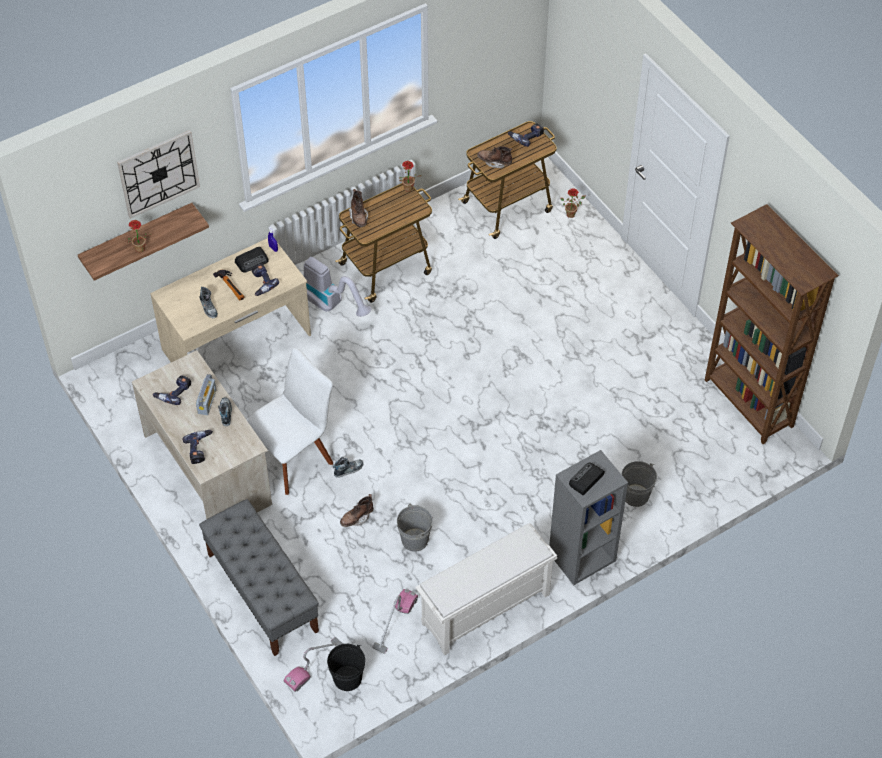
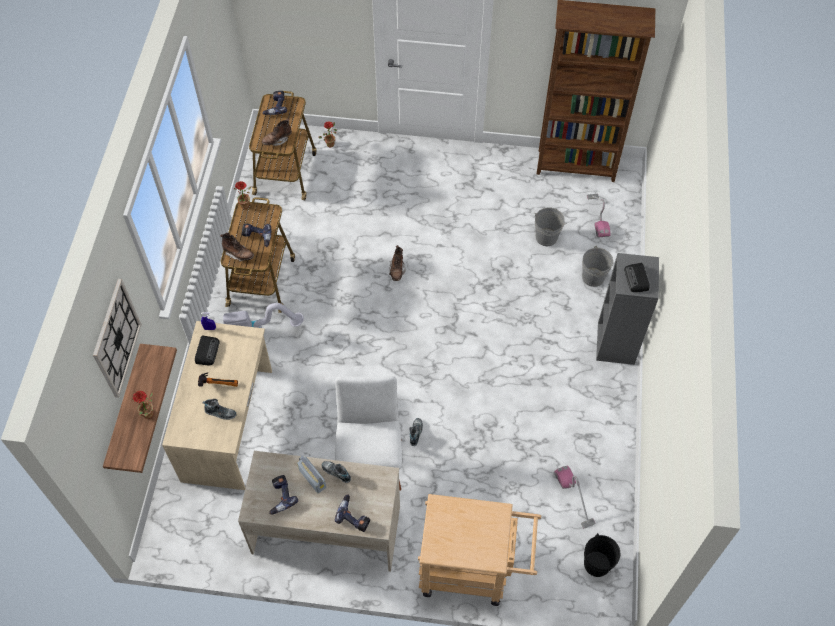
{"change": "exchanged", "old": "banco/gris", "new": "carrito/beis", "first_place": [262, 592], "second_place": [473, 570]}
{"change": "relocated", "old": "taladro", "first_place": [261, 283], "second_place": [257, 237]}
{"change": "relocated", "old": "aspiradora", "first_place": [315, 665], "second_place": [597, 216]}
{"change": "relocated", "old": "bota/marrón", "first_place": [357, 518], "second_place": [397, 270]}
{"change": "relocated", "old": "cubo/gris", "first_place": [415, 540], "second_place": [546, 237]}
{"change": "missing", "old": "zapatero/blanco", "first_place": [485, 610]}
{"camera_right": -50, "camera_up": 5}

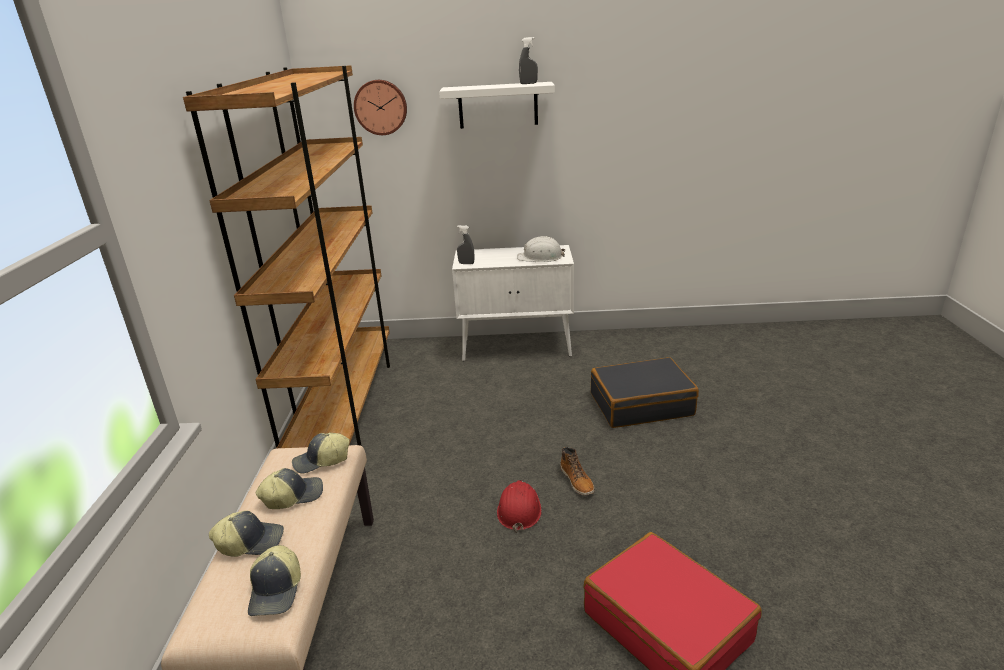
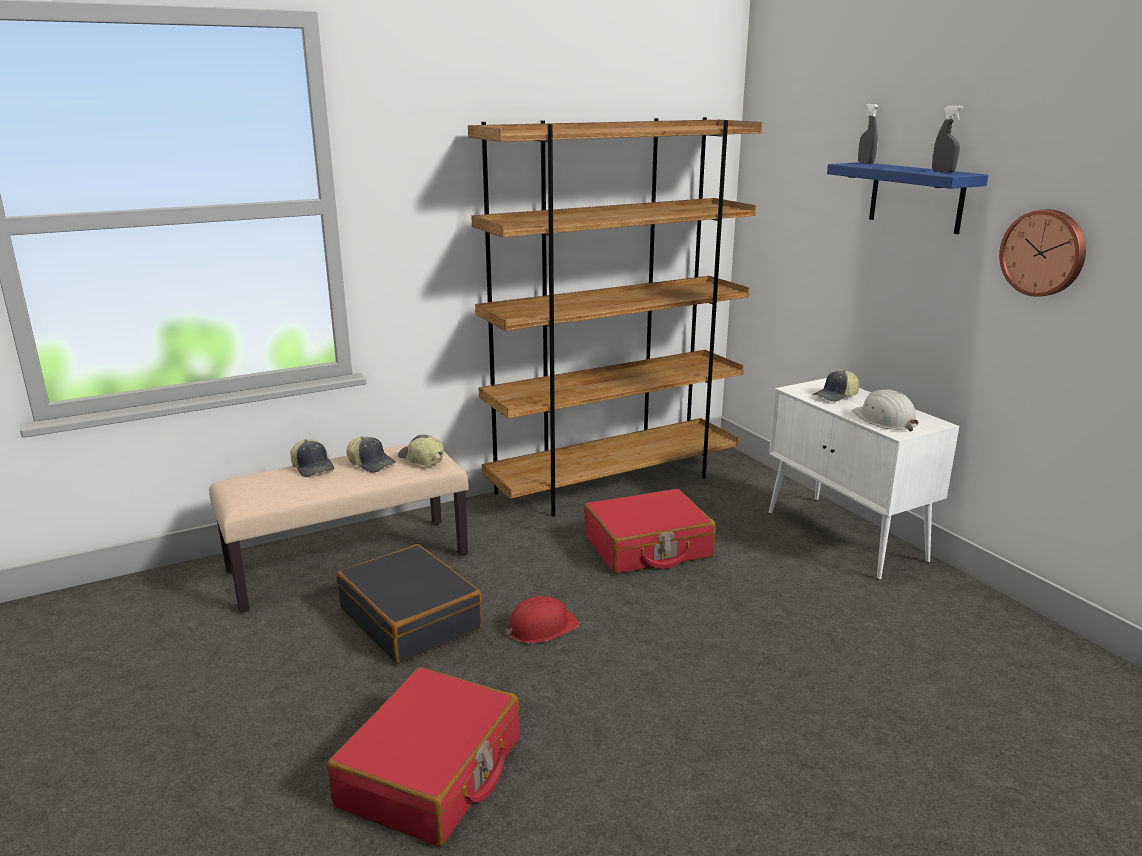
{"change": "relocated", "old": "gorra", "first_place": [277, 590], "second_place": [836, 396]}
{"change": "relocated", "old": "reloj de pared", "first_place": [381, 107], "second_place": [1044, 252]}
{"change": "colour", "old": "estante/blanco", "new": "estante/azul", "first_place": [498, 105], "second_place": [916, 197]}
{"change": "relocated", "old": "pulverizador/gris", "first_place": [466, 263], "second_place": [865, 163]}
{"change": "missing", "old": "bota", "first_place": [577, 481]}
{"change": "relocated", "old": "maleta/negro", "first_place": [641, 404], "second_place": [411, 619]}
{"change": "appeared", "new": "maleta/rojo", "second_place": [647, 547]}
{"camera_right": 60, "camera_up": -5}

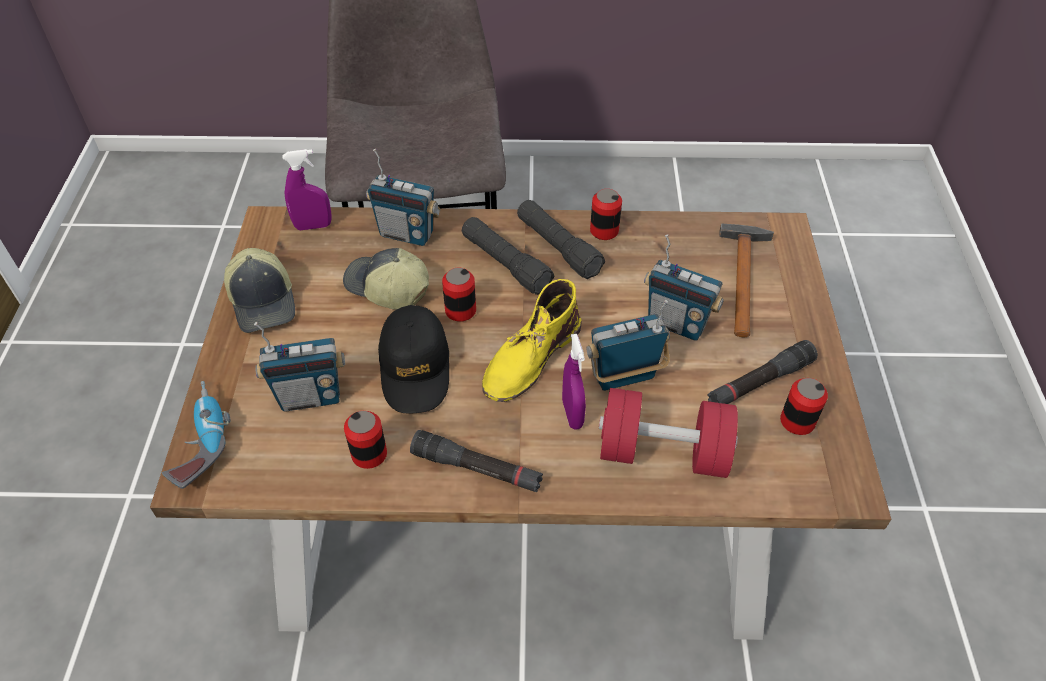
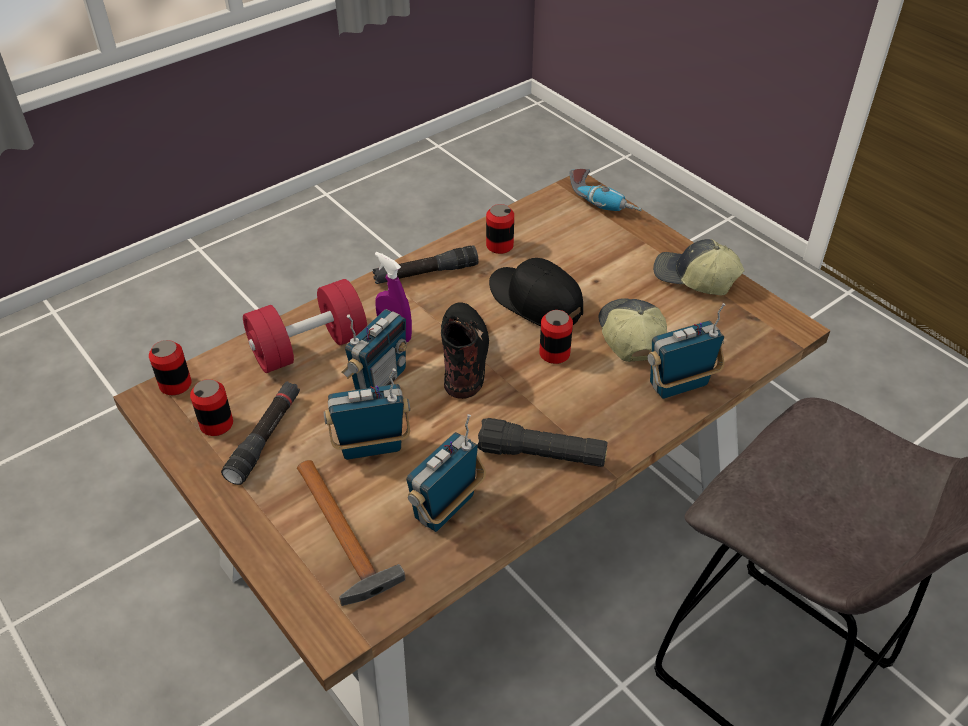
{"change": "relocated", "old": "radio", "first_place": [310, 397], "second_place": [446, 508]}
{"change": "missing", "old": "pulverizador/morado", "first_place": [313, 226]}
{"change": "spun", "old": "gorra", "first_place": [387, 288], "second_place": [629, 336], "degrees": -90}
{"change": "missing", "old": "linterna/negro", "first_place": [505, 264]}
{"change": "colour", "old": "bota/amarillo", "new": "bota/negro", "first_place": [530, 357], "second_place": [463, 352]}
{"change": "relocated", "old": "lata", "first_place": [604, 231], "second_place": [175, 384]}
{"camera_right": 140, "camera_up": -5}

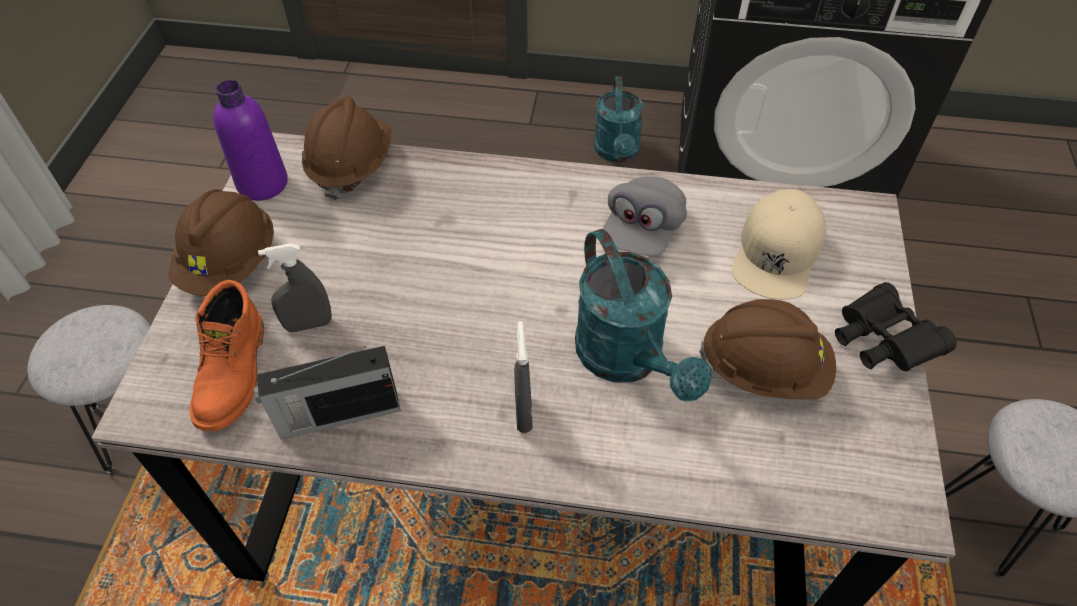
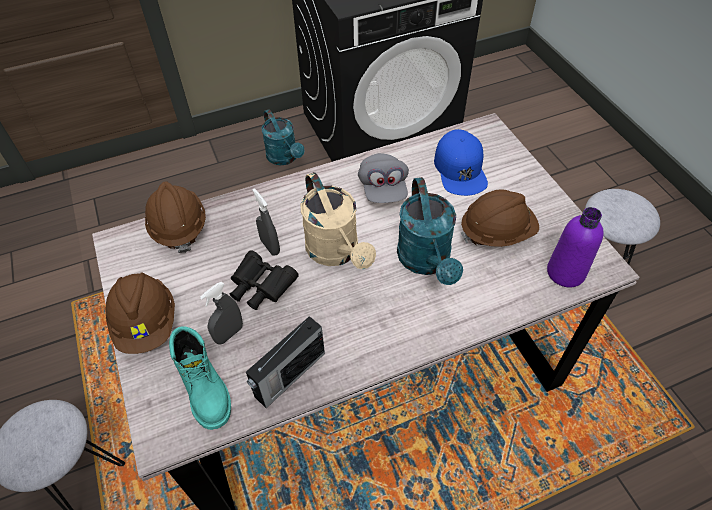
{"change": "colour", "old": "bota/naranja", "new": "bota/turquesa", "first_place": [235, 374], "second_place": [205, 387]}
{"change": "relocated", "old": "botella/morado", "first_place": [262, 183], "second_place": [565, 272]}
{"change": "relocated", "old": "pulverizador/gris", "first_place": [523, 413], "second_place": [270, 246]}
{"change": "spun", "old": "regadera/turquesa", "first_place": [627, 359], "second_place": [427, 261], "degrees": 45}
{"change": "colour", "old": "gorra/beis", "new": "gorra/azul", "first_place": [777, 253], "second_place": [460, 169]}
{"change": "relocated", "old": "prismáticos/negro", "first_place": [880, 342], "second_place": [261, 288]}
{"change": "appeared", "new": "regadera/beis", "second_place": [337, 252]}
{"camera_right": -30, "camera_up": 0}

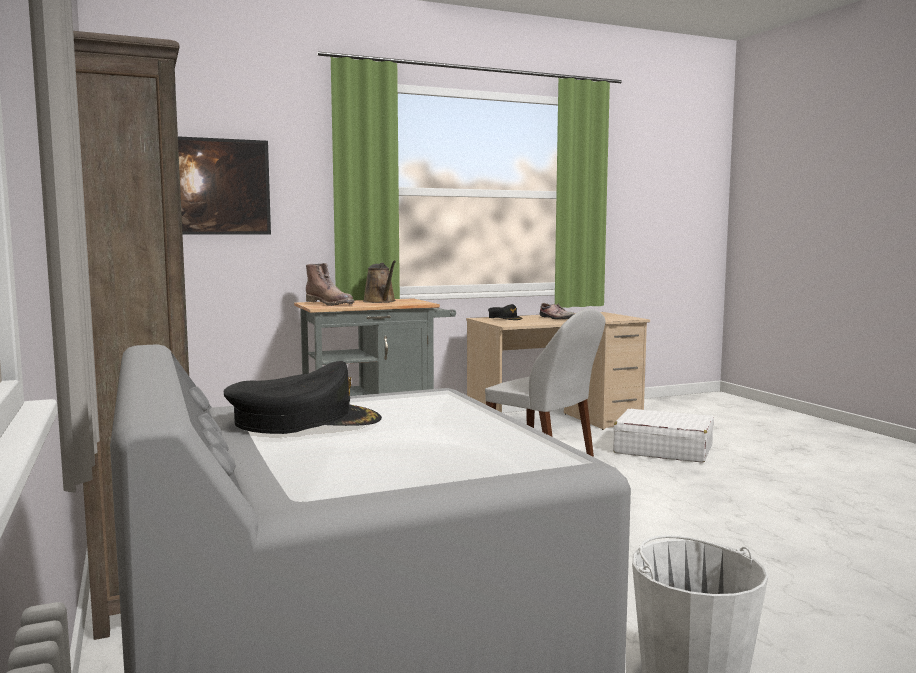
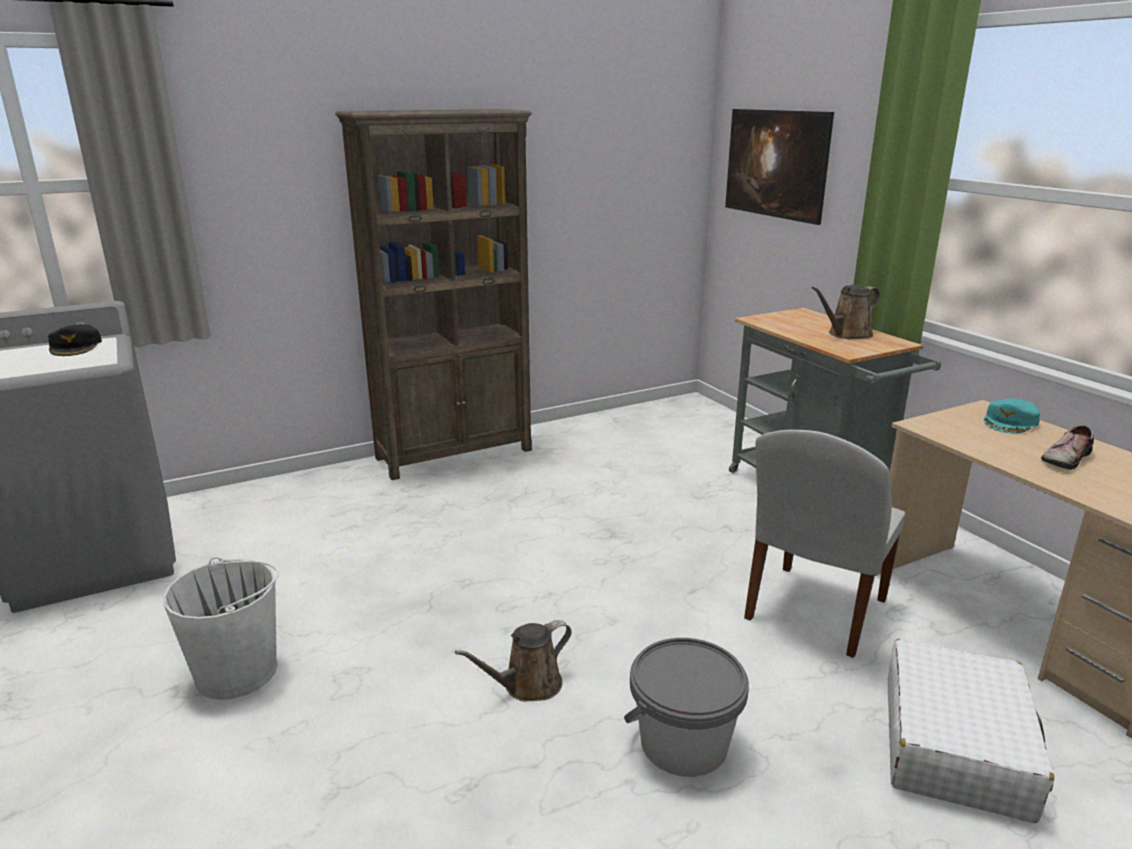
{"change": "missing", "old": "bota/marrón", "first_place": [331, 304]}
{"change": "colour", "old": "gorra/negro", "new": "gorra/turquesa", "first_place": [505, 318], "second_place": [1010, 422]}
{"change": "appeared", "new": "regadera/marrón", "second_place": [527, 685]}
{"change": "appeared", "new": "cubo/gris", "second_place": [683, 743]}
{"camera_right": 85, "camera_up": 15}

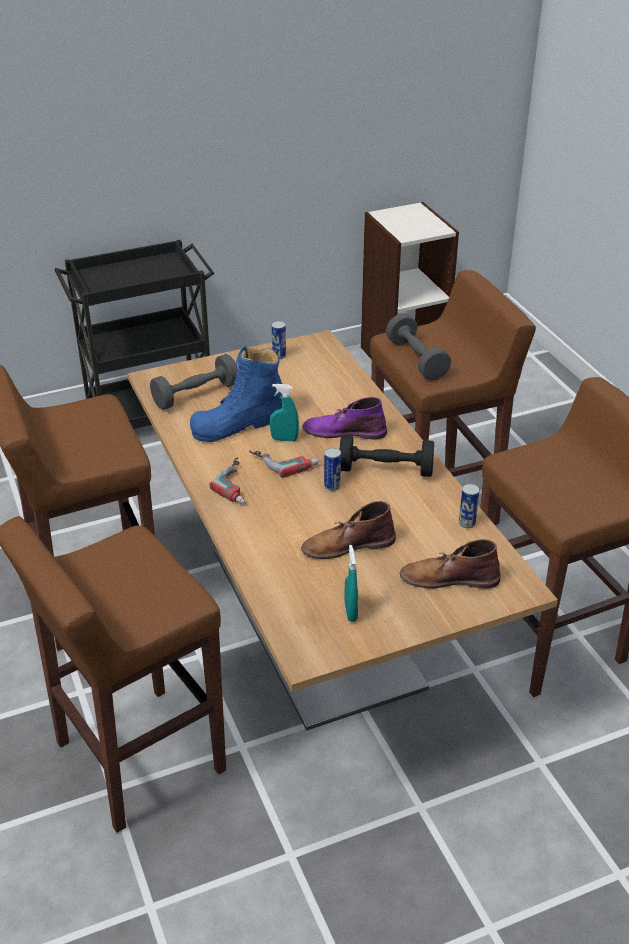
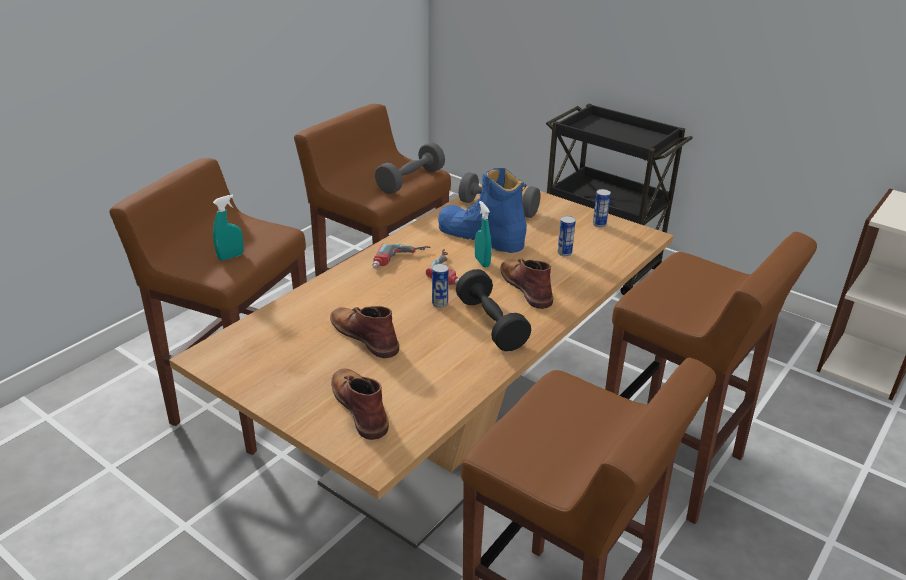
{"change": "colour", "old": "bota/morado", "new": "bota/marrón", "first_place": [344, 431], "second_place": [526, 286]}
{"change": "relocated", "old": "pulverizador/turquesa", "first_place": [350, 612], "second_place": [231, 257]}
{"change": "relocated", "old": "mancuerna/gris", "first_place": [416, 360], "second_place": [410, 181]}
{"change": "relocated", "old": "lata", "first_place": [467, 523], "second_place": [564, 253]}
{"camera_right": 60, "camera_up": -5}

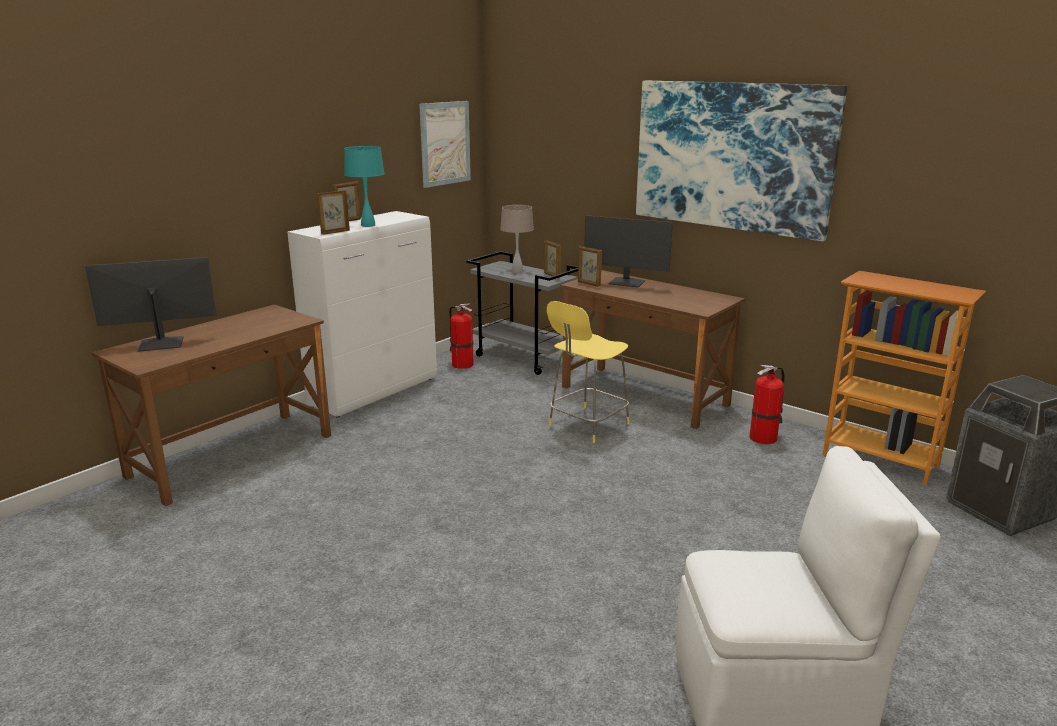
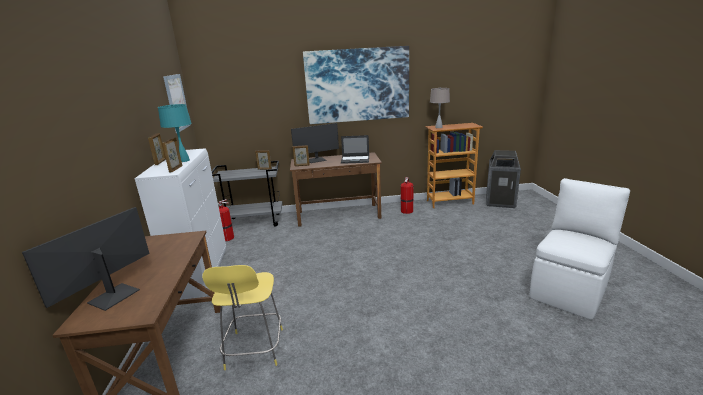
{"change": "relocated", "old": "lámpara de mesa/beis", "first_place": [517, 271], "second_place": [438, 127]}
{"change": "relocated", "old": "taburete/amarillo", "first_place": [587, 425], "second_place": [254, 350]}
{"change": "appeared", "new": "portátil", "second_place": [355, 160]}
{"camera_right": -45, "camera_up": 0}

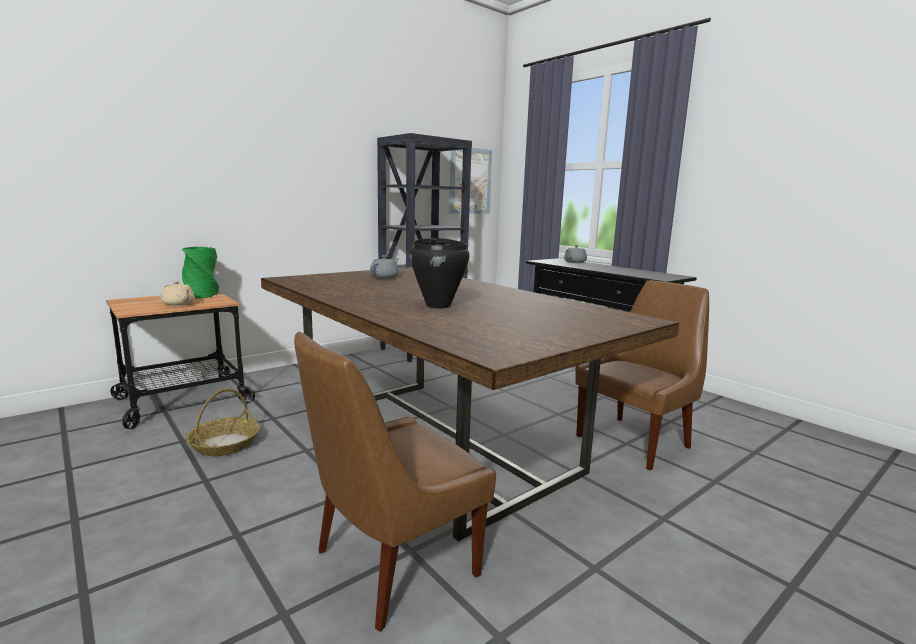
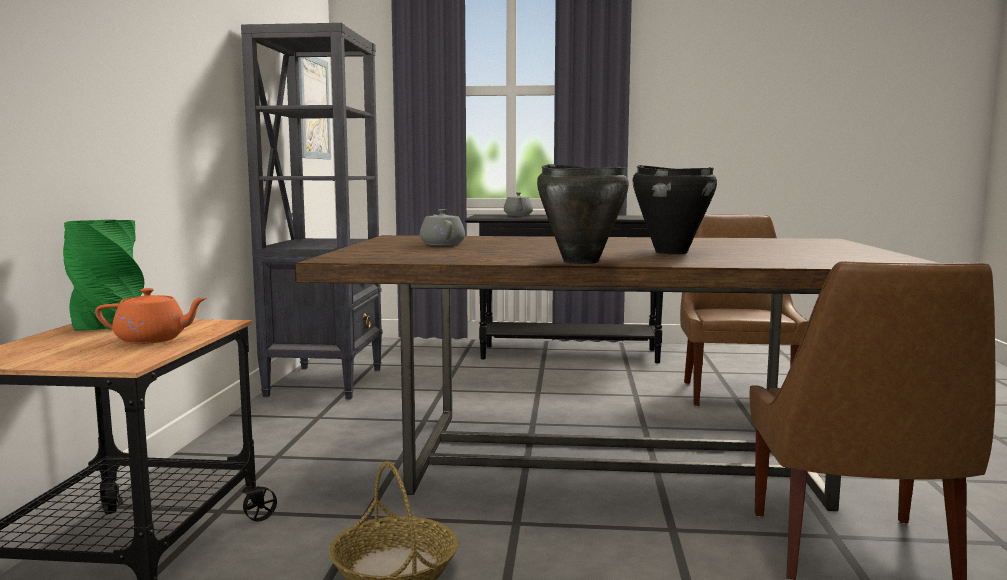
{"change": "colour", "old": "tetera/beis", "new": "tetera/naranja", "first_place": [179, 304], "second_place": [153, 339]}
{"change": "appeared", "new": "olla/negro", "second_place": [581, 261]}
{"camera_right": -45, "camera_up": -5}

